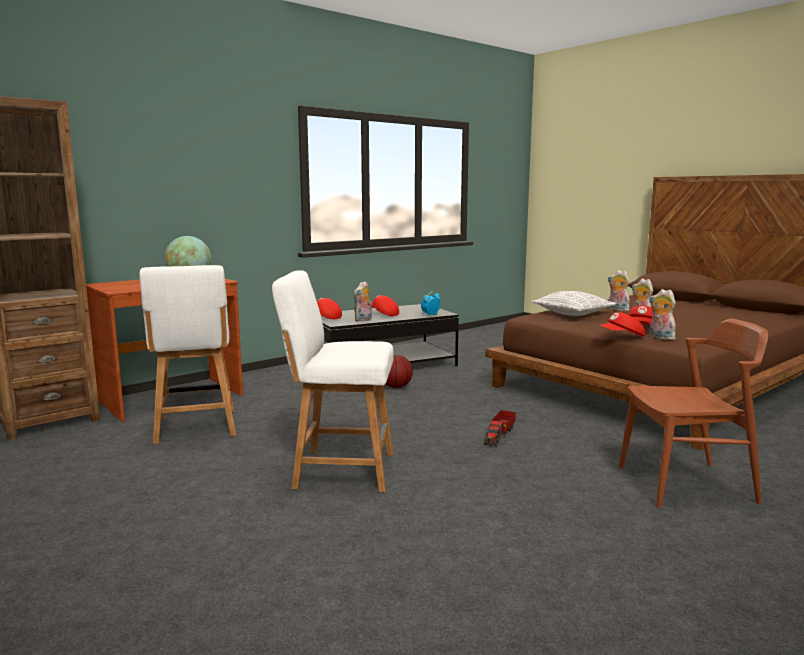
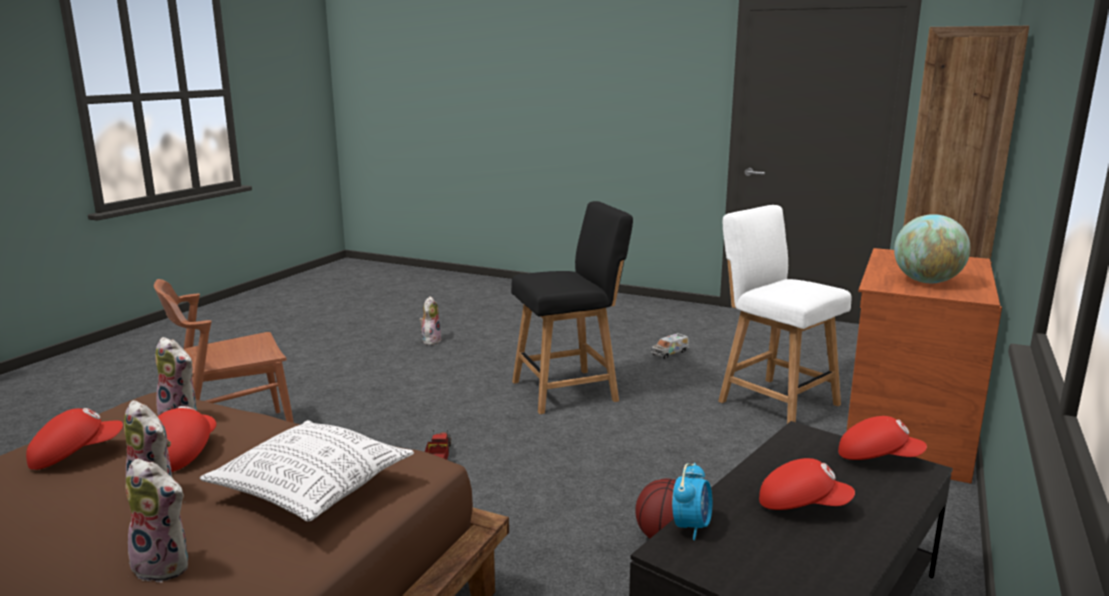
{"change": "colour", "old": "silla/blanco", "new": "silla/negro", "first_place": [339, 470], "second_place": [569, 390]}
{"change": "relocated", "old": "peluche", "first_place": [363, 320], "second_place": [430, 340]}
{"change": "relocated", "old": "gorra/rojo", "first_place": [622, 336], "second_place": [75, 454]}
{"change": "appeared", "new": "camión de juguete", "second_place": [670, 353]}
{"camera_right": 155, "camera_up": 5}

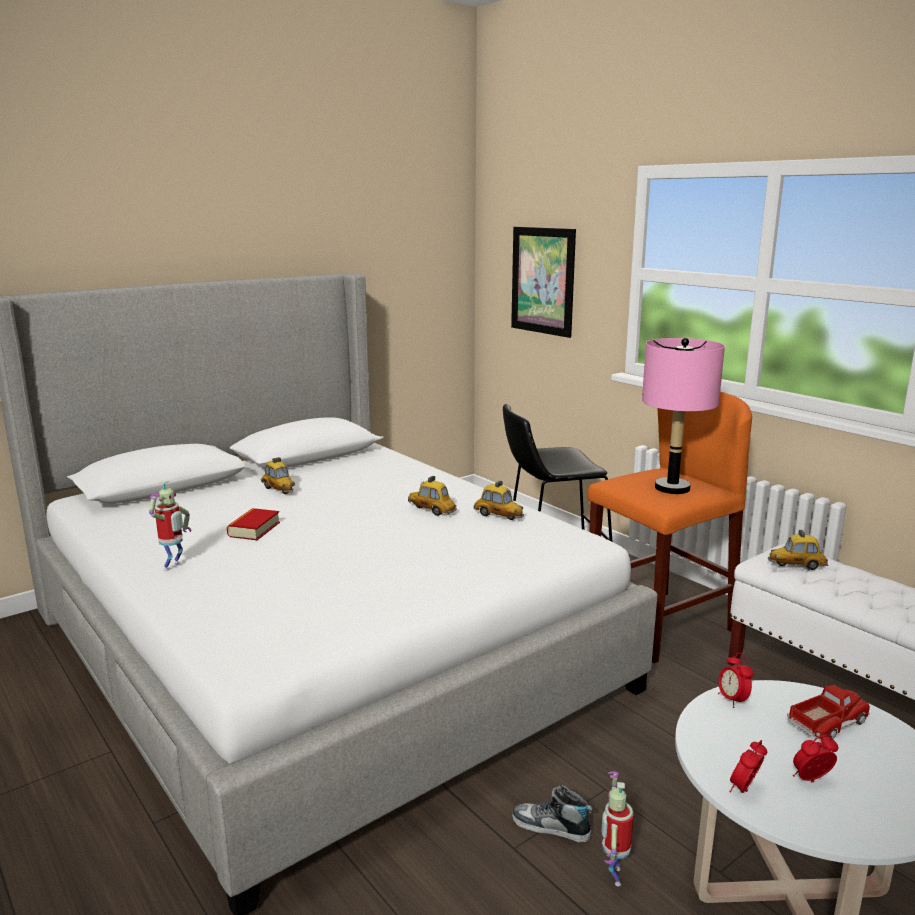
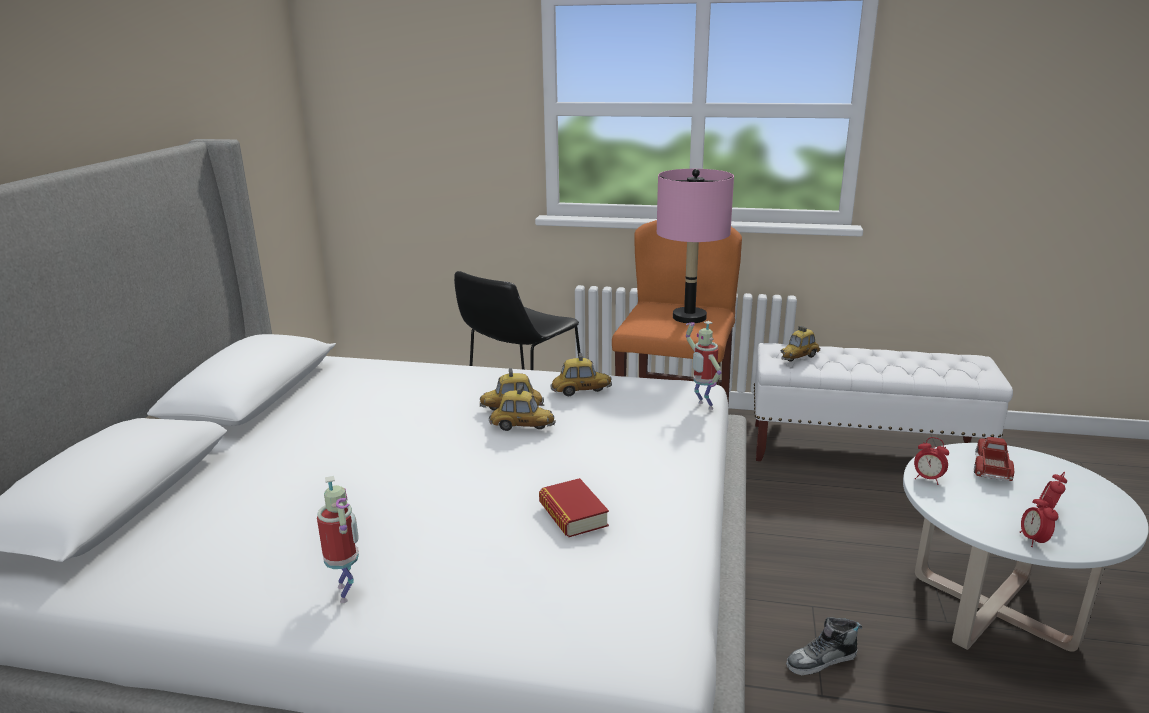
{"change": "relocated", "old": "libro", "first_place": [254, 529], "second_place": [573, 514]}
{"change": "relocated", "old": "coche de juguete", "first_place": [279, 490], "second_place": [522, 427]}
{"change": "missing", "old": "cuadro", "first_place": [542, 281]}
{"change": "relocated", "old": "robot de juguete", "first_place": [613, 875], "second_place": [702, 406]}
{"camera_right": -40, "camera_up": 5}

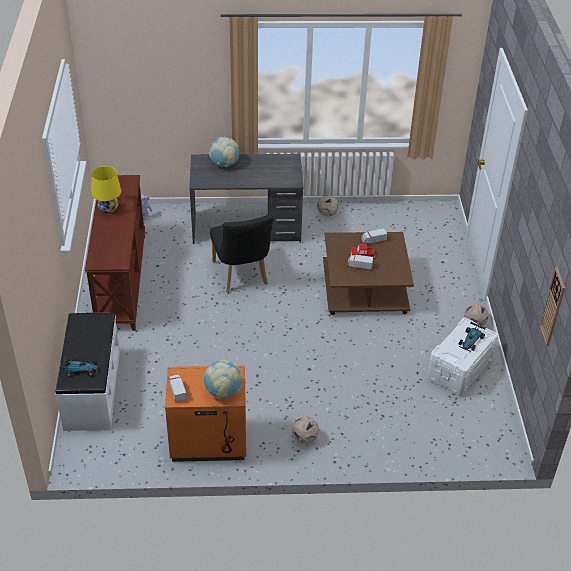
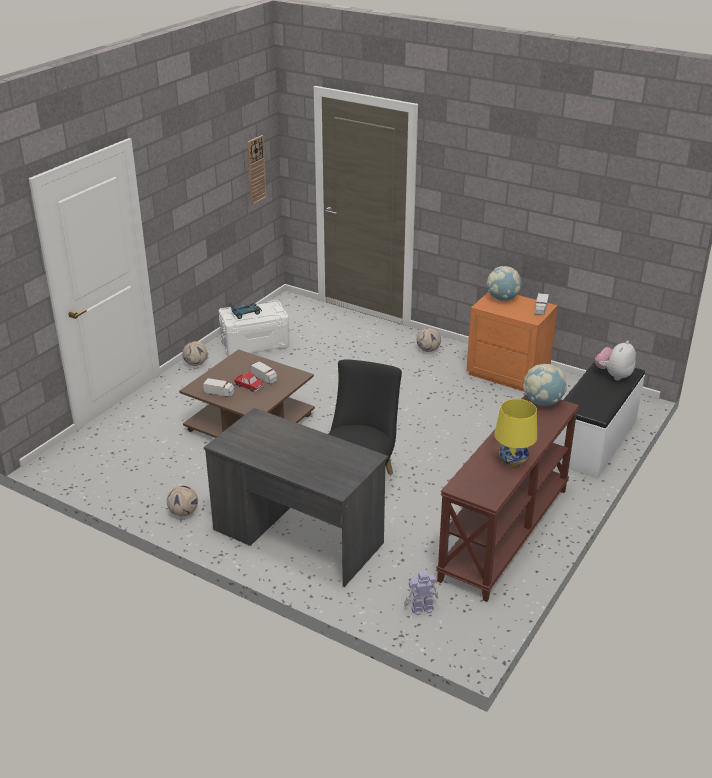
{"change": "exchanged", "old": "coche de juguete", "new": "peluche", "first_place": [81, 369], "second_place": [614, 375]}
{"change": "relocated", "old": "globo terráqueo", "first_place": [224, 164], "second_place": [542, 402]}
{"camera_right": -145, "camera_up": -10}

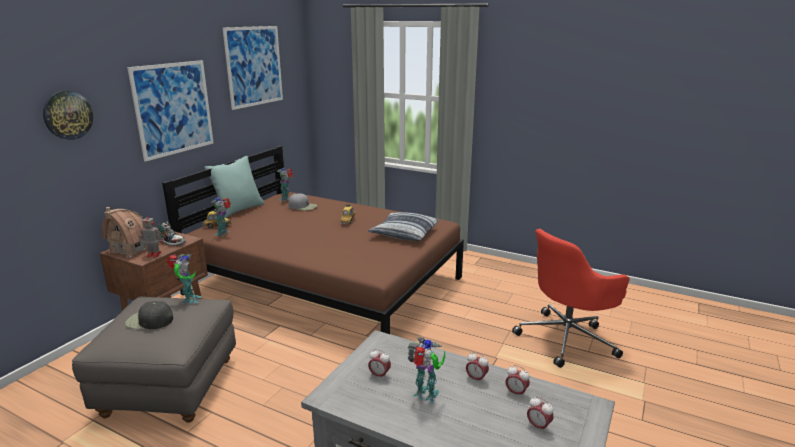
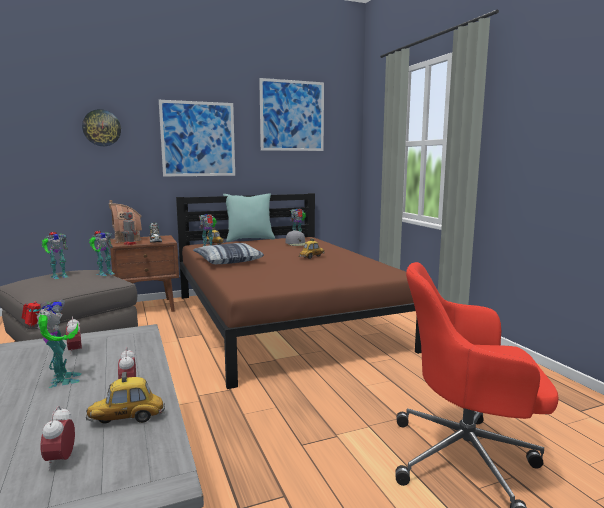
{"change": "exchanged", "old": "gorra/negro", "new": "robot de juguete", "first_place": [149, 321], "second_place": [58, 276]}
{"change": "relocated", "old": "cojín", "first_place": [404, 233], "second_place": [227, 261]}
{"change": "exchanged", "old": "despertador", "new": "coche de juguete", "first_place": [516, 393], "second_place": [127, 419]}
{"camera_right": 40, "camera_up": -10}

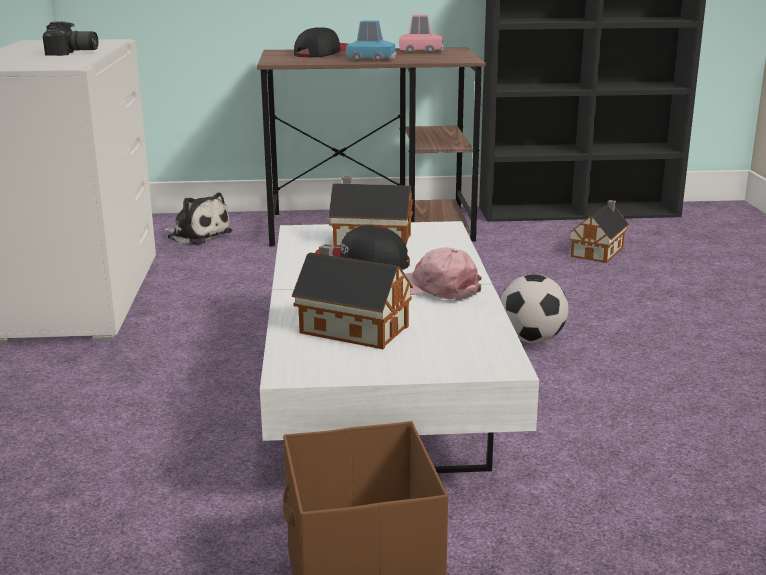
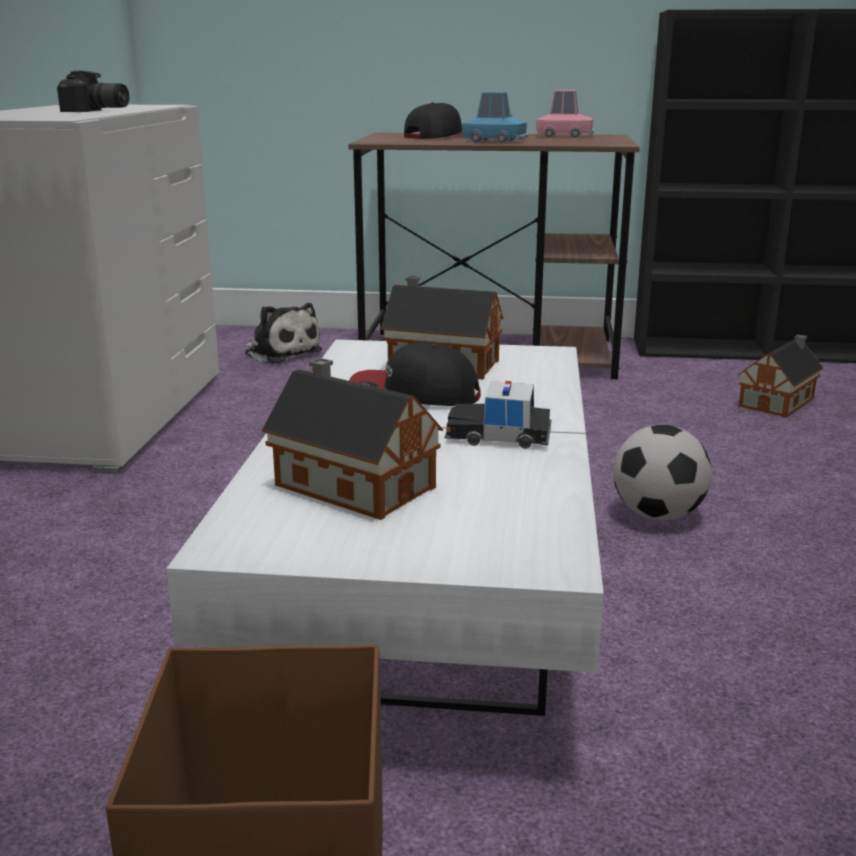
{"change": "exchanged", "old": "gorra/rosa", "new": "coche de juguete", "first_place": [434, 289], "second_place": [499, 435]}
{"camera_right": 10, "camera_up": 0}

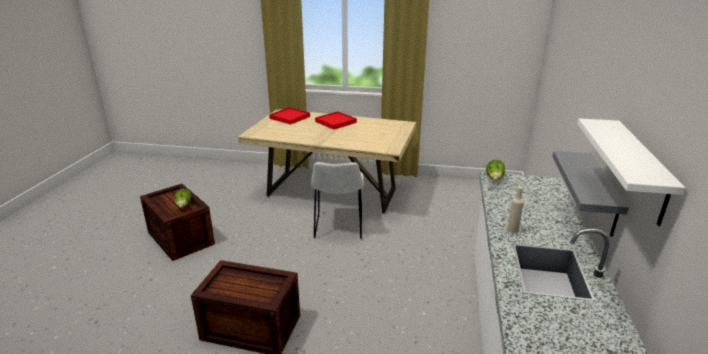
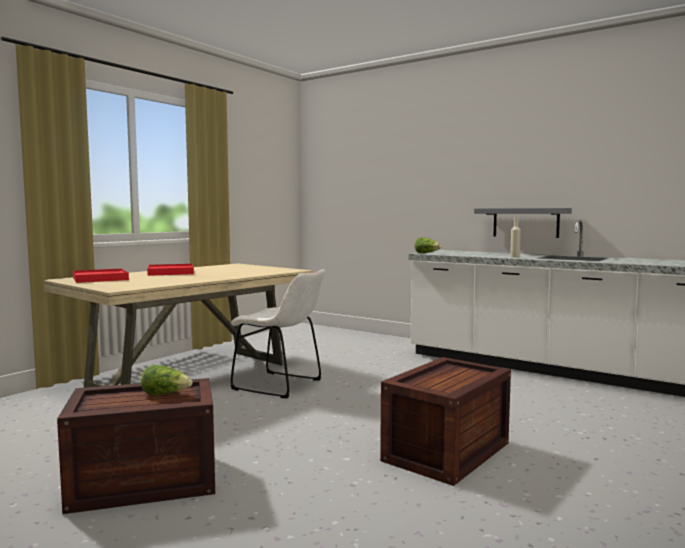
{"change": "missing", "old": "estante/blanco", "first_place": [640, 170]}
{"camera_right": -65, "camera_up": -20}

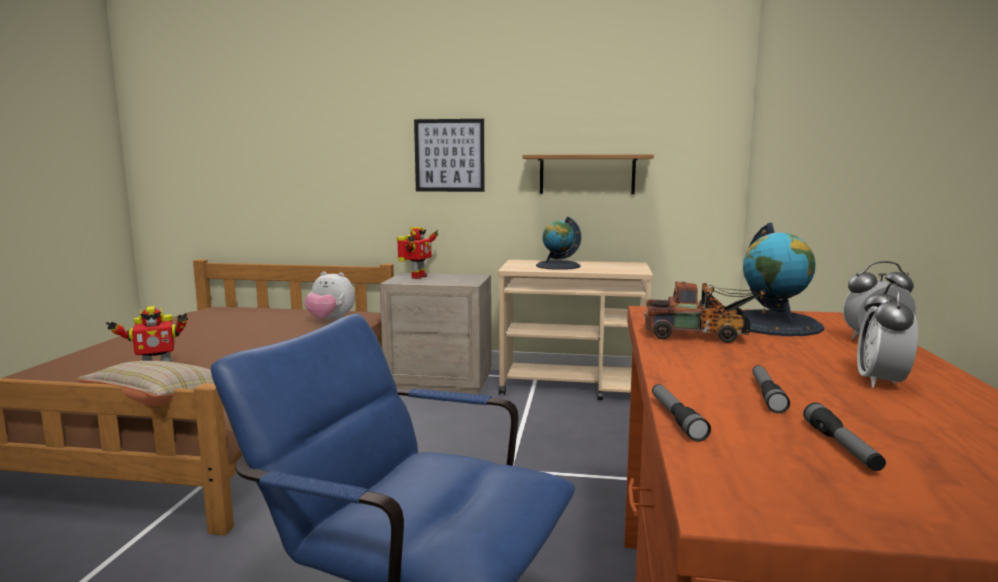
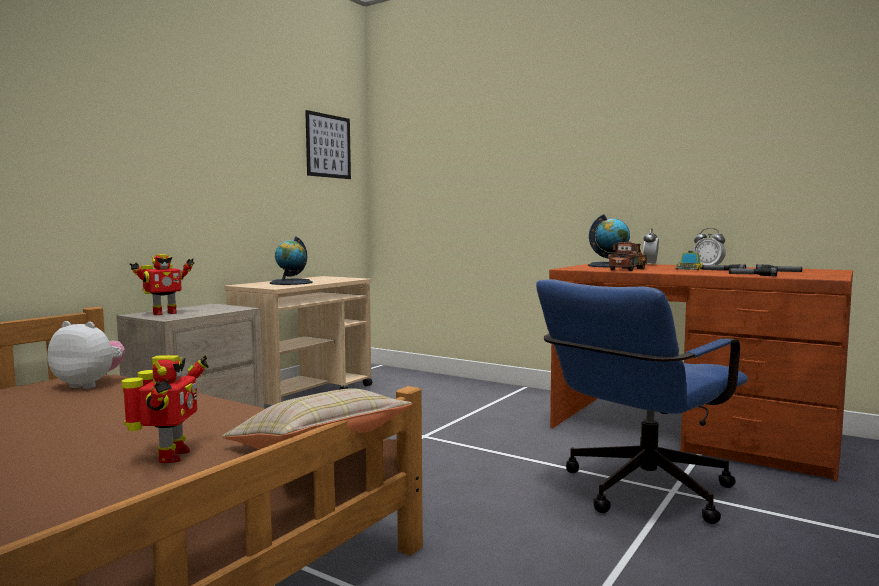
{"change": "spun", "old": "peluche", "first_place": [330, 320], "second_place": [89, 384], "degrees": -120}
{"change": "spun", "old": "robot de juguete", "first_place": [417, 277], "second_place": [163, 313], "degrees": 90}
{"change": "relocated", "old": "cuadro", "first_place": [449, 155], "second_place": [328, 146]}
{"change": "missing", "old": "estante", "first_place": [587, 174]}
{"change": "appeared", "new": "coche de juguete", "second_place": [689, 269]}
{"camera_right": -65, "camera_up": -5}

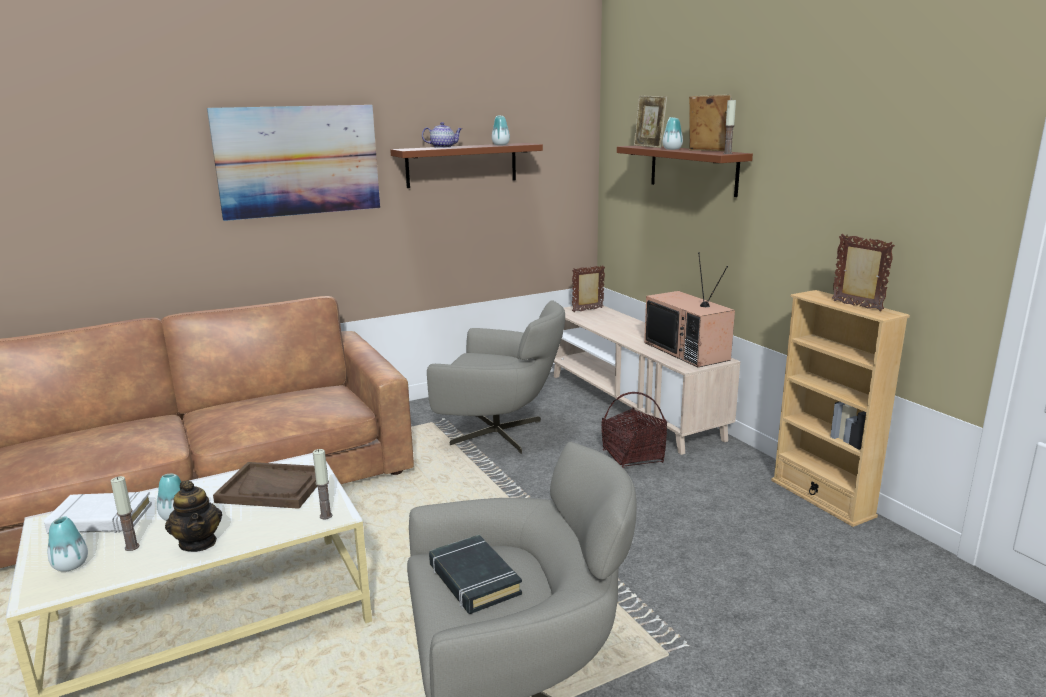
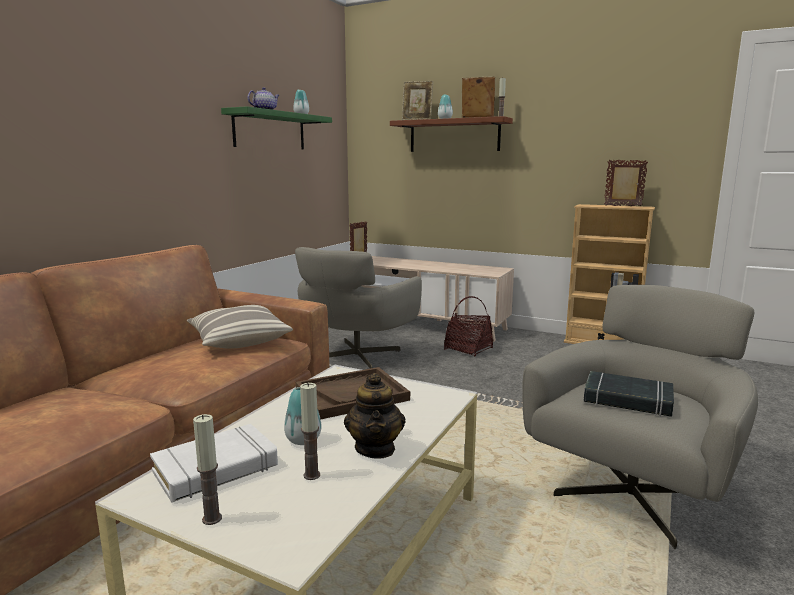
{"change": "missing", "old": "florero", "first_place": [71, 565]}
{"change": "spun", "old": "tetera", "first_place": [198, 542], "second_place": [375, 448], "degrees": 60}
{"change": "missing", "old": "cuadro", "first_place": [298, 161]}
{"change": "relocated", "old": "vela", "first_place": [326, 516], "second_place": [212, 518]}
{"change": "colour", "old": "estante/marrón", "new": "estante/verde", "first_place": [462, 165], "second_place": [270, 131]}
{"change": "spun", "old": "sillón/gris", "first_place": [501, 434], "second_place": [355, 357], "degrees": 135}
{"change": "missing", "old": "televisor", "first_place": [688, 351]}
{"change": "appeared", "new": "cojín", "second_place": [238, 341]}
{"camera_right": -35, "camera_up": -5}

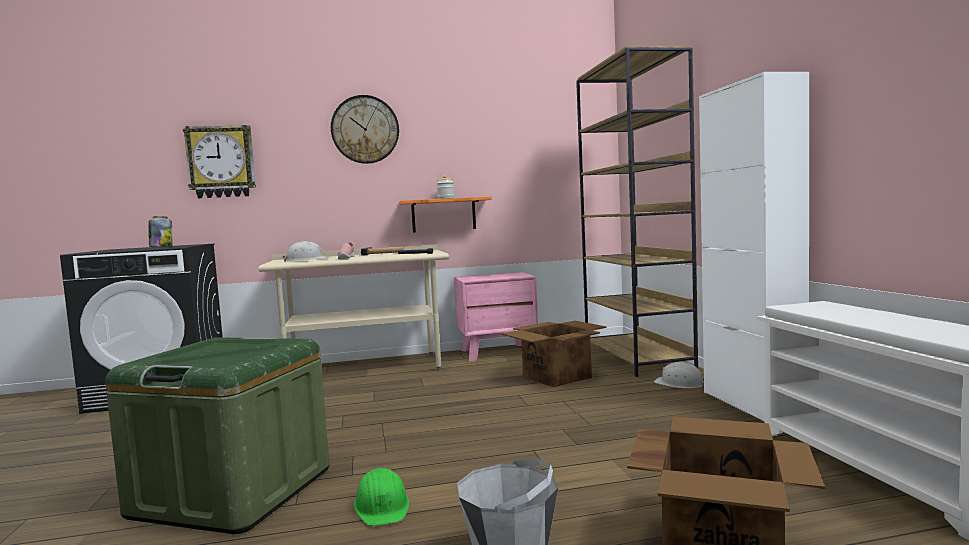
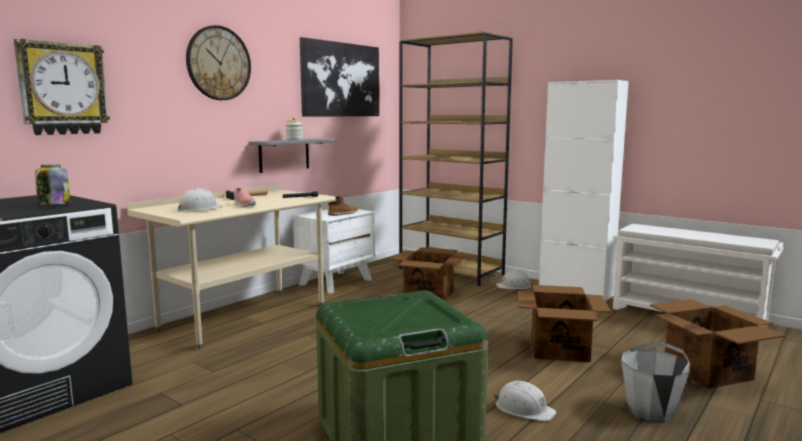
{"change": "colour", "old": "casco/verde", "new": "casco/blanco", "first_place": [382, 507], "second_place": [524, 409]}
{"change": "colour", "old": "estante/naranja", "new": "estante/gris", "first_place": [443, 215], "second_place": [284, 155]}
{"change": "colour", "old": "mesita de noche/rosa", "new": "mesita de noche/blanco", "first_place": [498, 352], "second_place": [336, 282]}
{"change": "appeared", "new": "cuadro", "second_place": [341, 80]}
{"change": "appeared", "new": "bota", "second_place": [343, 214]}
{"change": "appeared", "new": "caja de cartón", "second_place": [559, 349]}
{"camera_right": -40, "camera_up": 5}

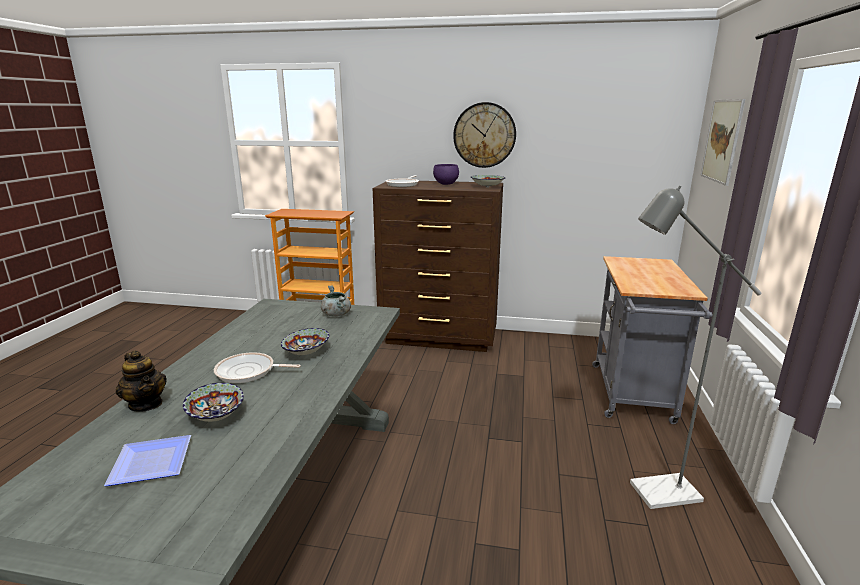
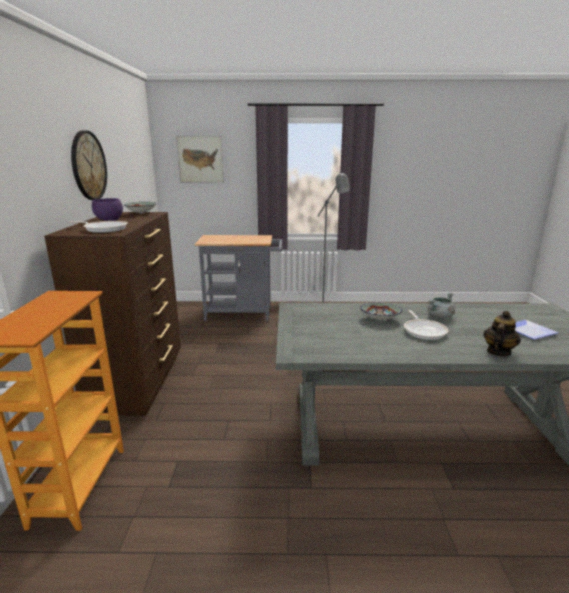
{"change": "missing", "old": "cuenco", "first_place": [215, 416]}
{"change": "relocated", "old": "olla/gris", "first_place": [336, 314], "second_place": [439, 316]}
{"camera_right": -100, "camera_up": 0}

